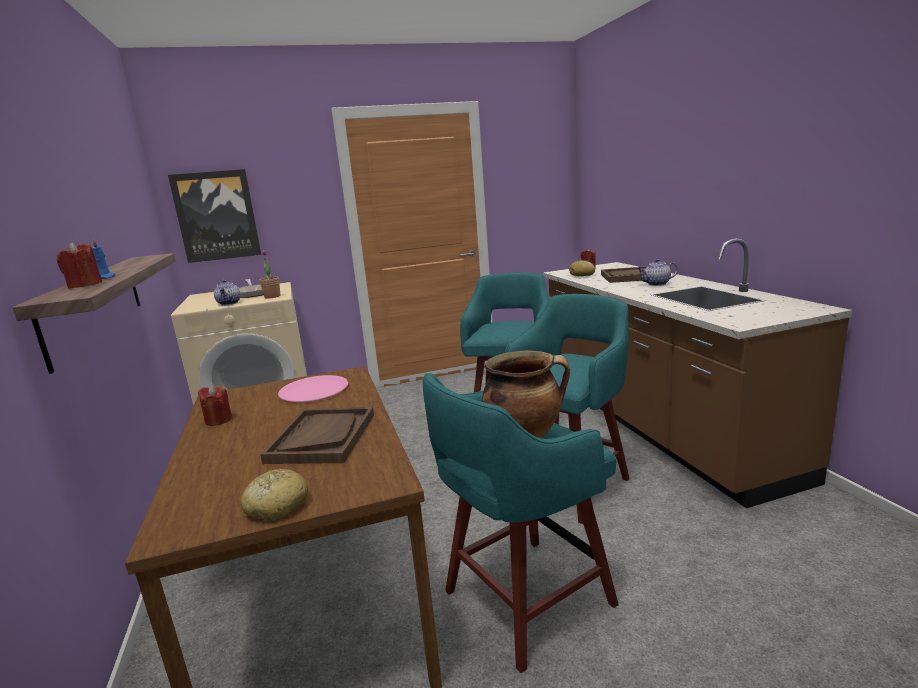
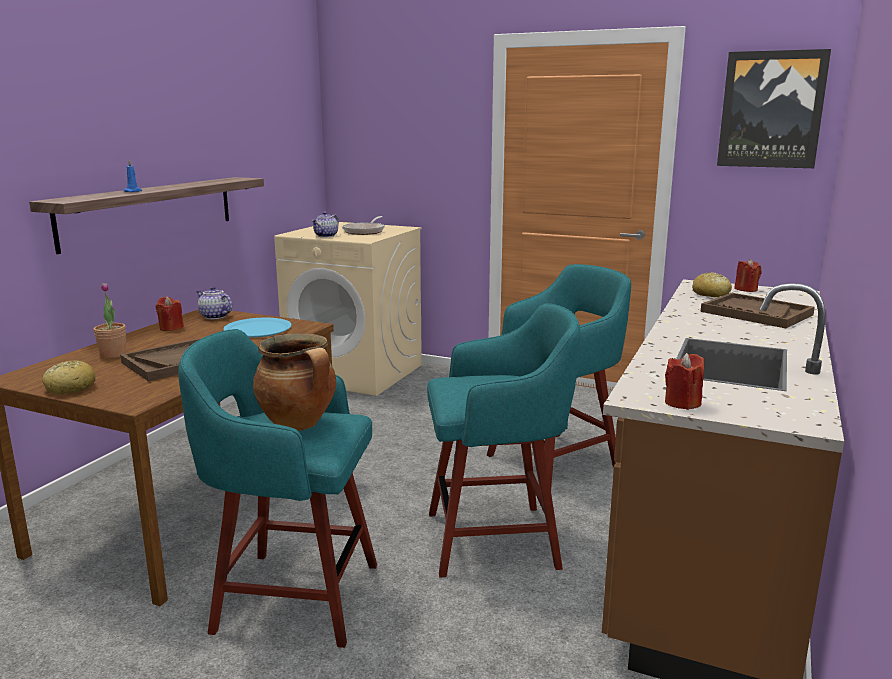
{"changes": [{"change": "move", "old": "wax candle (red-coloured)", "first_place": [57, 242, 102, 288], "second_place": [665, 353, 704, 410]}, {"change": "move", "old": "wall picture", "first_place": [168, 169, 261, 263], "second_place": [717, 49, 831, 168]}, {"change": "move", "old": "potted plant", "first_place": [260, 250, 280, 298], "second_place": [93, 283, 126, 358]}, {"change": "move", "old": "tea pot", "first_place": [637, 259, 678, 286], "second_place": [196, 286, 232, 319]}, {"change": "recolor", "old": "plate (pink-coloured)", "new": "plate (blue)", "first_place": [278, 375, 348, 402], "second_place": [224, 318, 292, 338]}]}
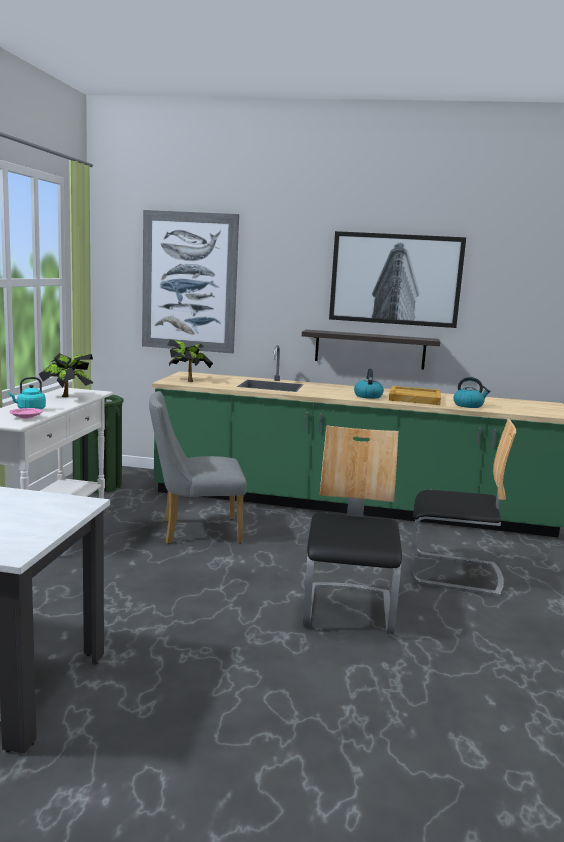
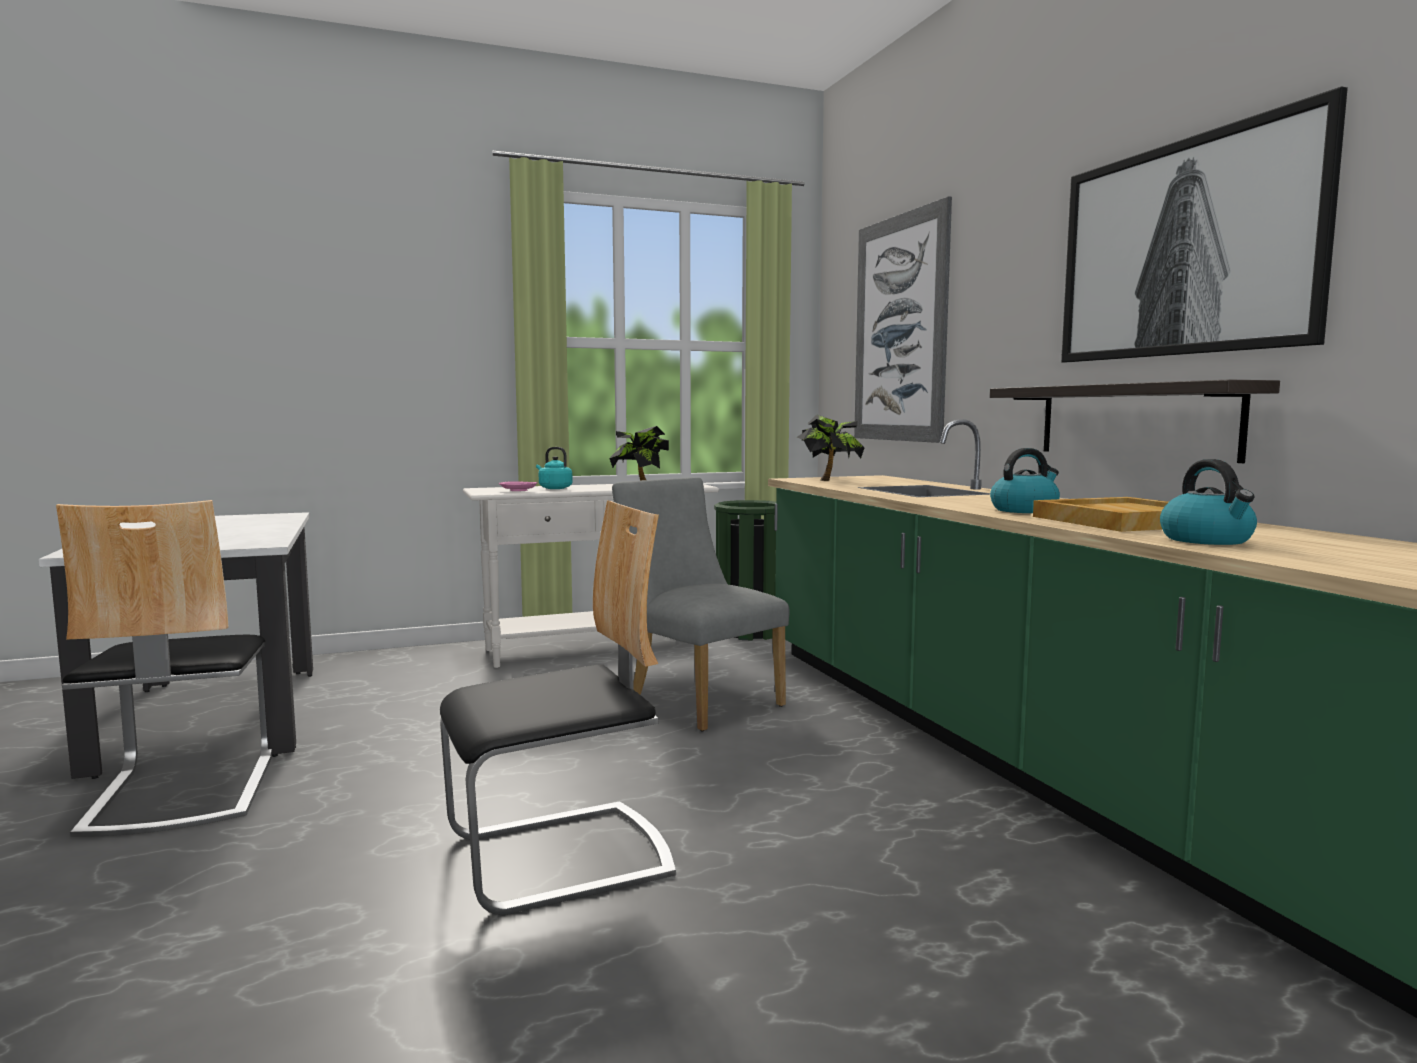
{"changes": [{"change": "move", "old": "plain chair", "first_place": [410, 419, 516, 596], "second_place": [56, 500, 272, 837]}]}
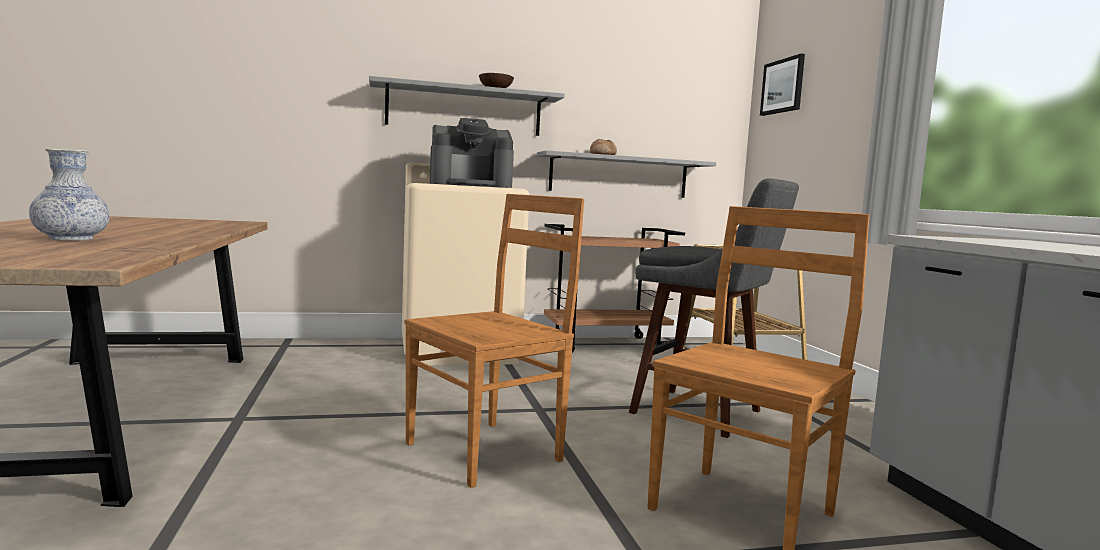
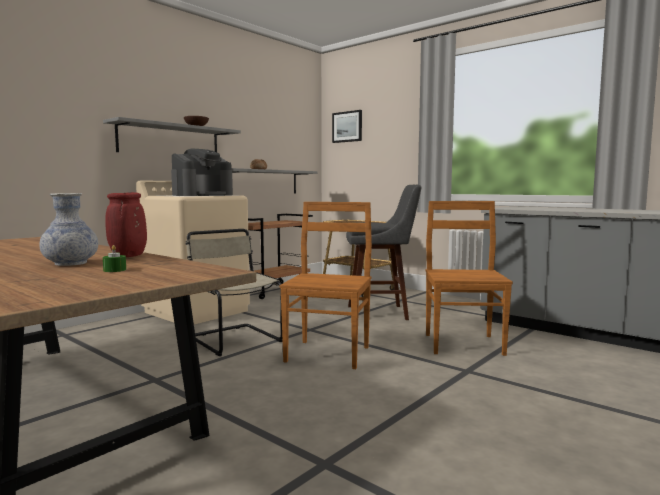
{"changes": [{"change": "insert", "new": "wax candle (green)", "second_place": [103, 245, 126, 272]}, {"change": "insert", "new": "vase (red-coloured)", "second_place": [105, 192, 147, 257]}, {"change": "insert", "new": "plain chair (sand-coloured)", "second_place": [185, 229, 283, 356]}]}
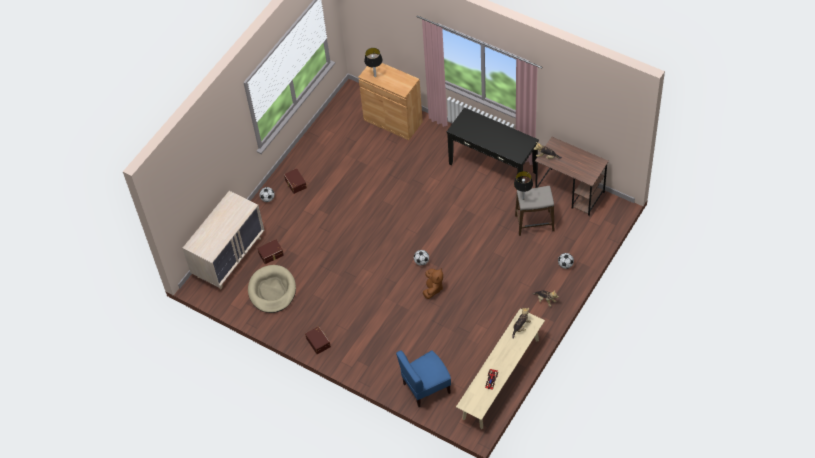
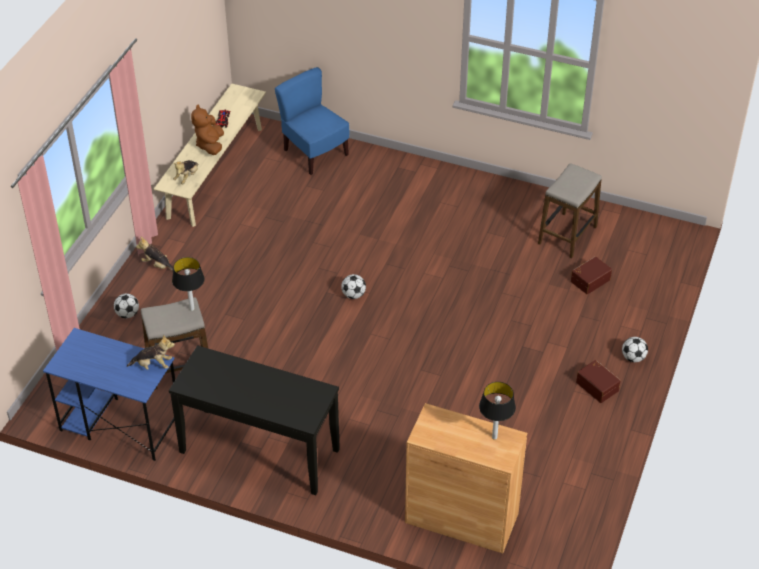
{"changes": [{"change": "delete", "old": "chest of drawers (sand-coloured)", "first_place": [182, 191, 264, 289]}, {"change": "delete", "old": "storage bin (brown)", "first_place": [305, 326, 331, 354]}, {"change": "move", "old": "cuddly toy (brown)", "first_place": [423, 268, 443, 299], "second_place": [191, 105, 224, 155]}, {"change": "replace", "old": "dog cushion (sand-coloured)", "new": "stool seat", "first_place": [248, 265, 296, 313], "second_place": [538, 163, 602, 258]}, {"change": "recolor", "old": "desk (brown)", "new": "desk (blue)", "first_place": [535, 137, 609, 216], "second_place": [43, 328, 175, 461]}, {"change": "rotate", "old": "plain chair (blue)", "first_place": [396, 350, 451, 407], "second_place": [275, 67, 349, 175], "degrees": -90}]}
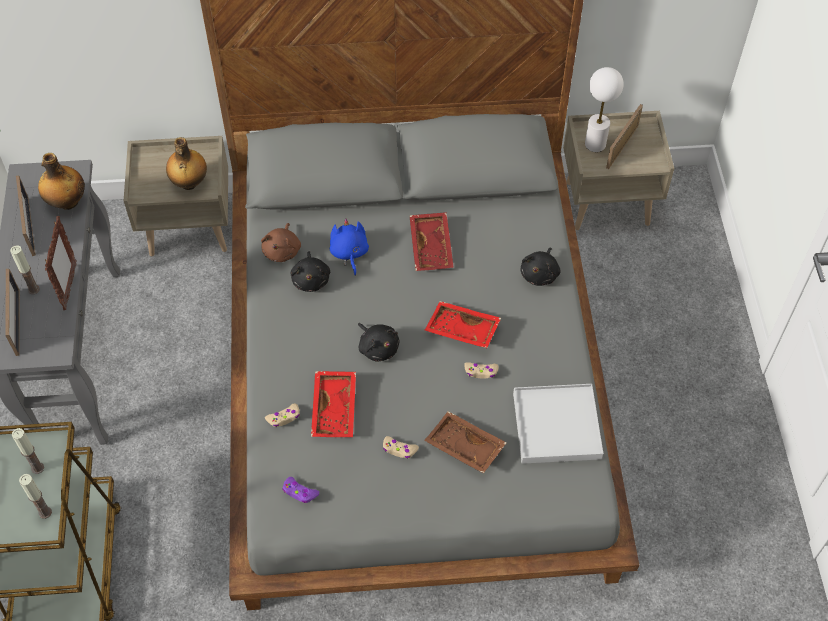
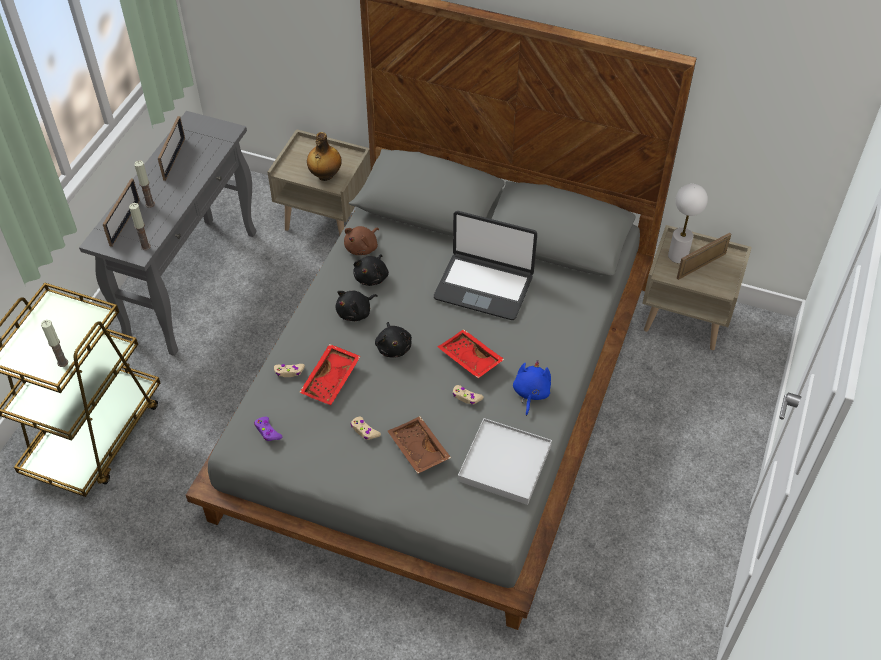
{"changes": [{"change": "delete", "old": "beverage bottle", "first_place": [38, 153, 85, 210]}, {"change": "delete", "old": "picture frame", "first_place": [45, 216, 77, 310]}, {"change": "move", "old": "wax candle", "first_place": [12, 428, 44, 474], "second_place": [129, 203, 151, 250]}, {"change": "move", "old": "cuddly toy (blue)", "first_place": [330, 218, 369, 276], "second_place": [513, 360, 551, 416]}, {"change": "move", "old": "cuddly toy (blackish)", "first_place": [520, 247, 561, 286], "second_place": [335, 291, 378, 321]}, {"change": "replace", "old": "tray (red-coloured)", "new": "laptop", "first_place": [409, 212, 454, 271], "second_place": [434, 211, 537, 320]}]}
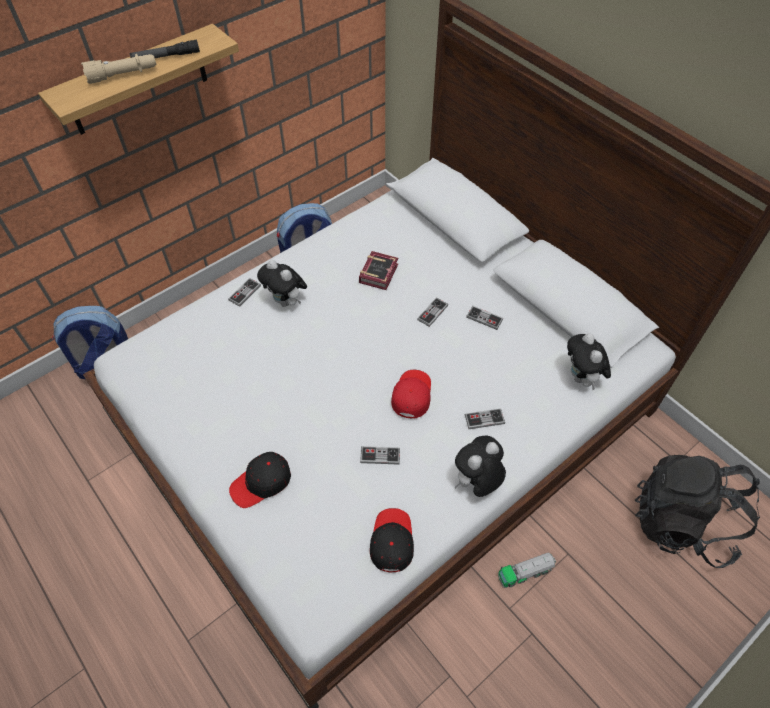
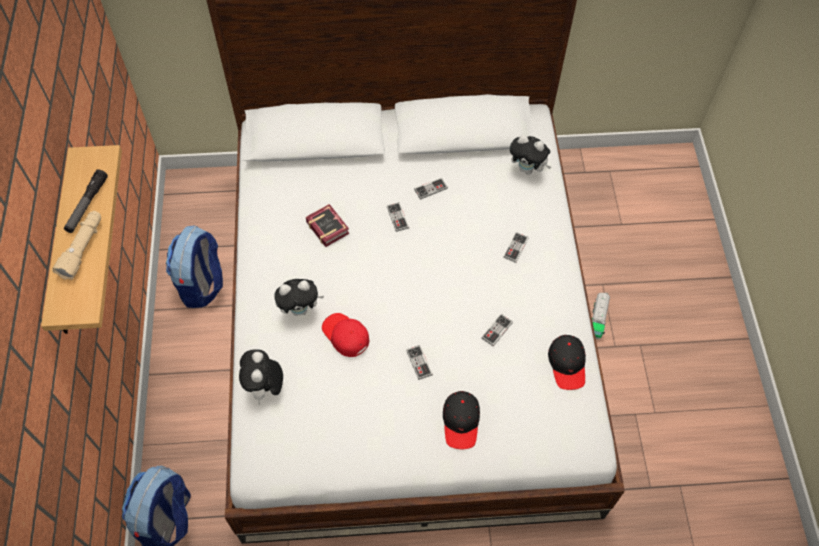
{"changes": [{"change": "delete", "old": "backpack (blackish)", "first_place": [635, 455, 760, 568]}, {"change": "move", "old": "gamepad", "first_place": [228, 278, 261, 307], "second_place": [406, 345, 433, 380]}, {"change": "move", "old": "cap (red-coloured)", "first_place": [391, 370, 431, 418], "second_place": [322, 313, 369, 357]}, {"change": "move", "old": "cuddly toy", "first_place": [455, 436, 506, 497], "second_place": [239, 349, 283, 405]}, {"change": "rotate", "old": "cap (blackish)", "first_place": [370, 508, 414, 572], "second_place": [548, 335, 586, 390], "degrees": -135}]}
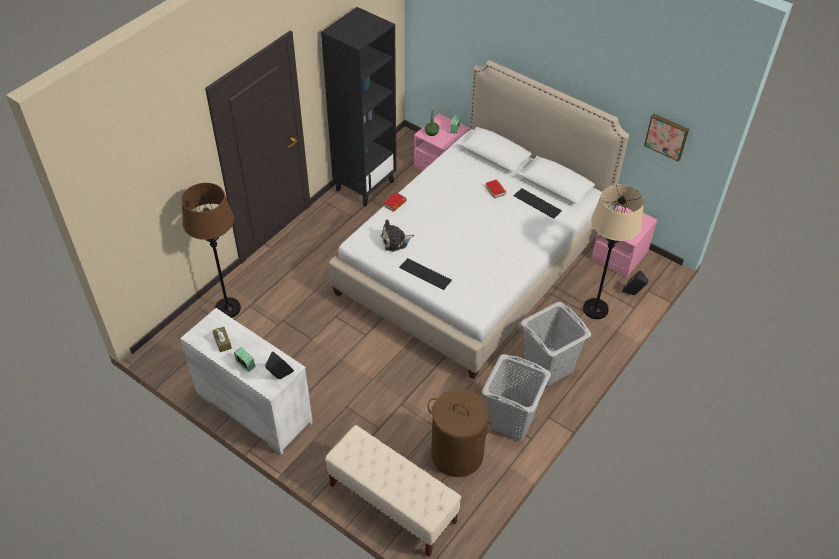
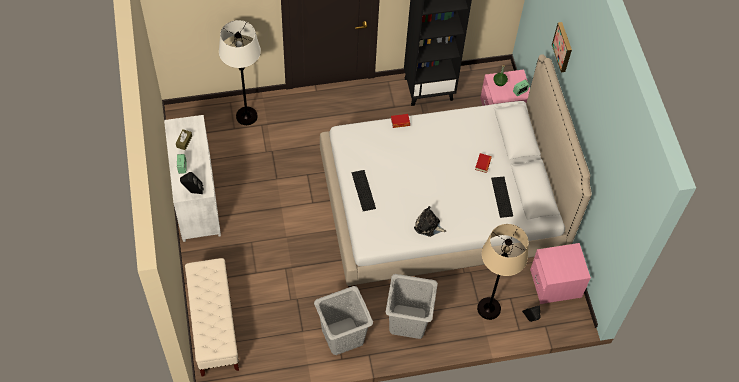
{"changes": [{"change": "delete", "old": "laundry basket (brown)", "first_place": [428, 389, 493, 477]}, {"change": "move", "old": "cuddly toy", "first_place": [381, 219, 414, 252], "second_place": [414, 206, 446, 237]}, {"change": "move", "old": "wall picture", "first_place": [644, 114, 689, 161], "second_place": [552, 22, 572, 72]}, {"change": "recolor", "old": "standing lamp (brown)", "new": "standing lamp (whitish)", "first_place": [181, 183, 241, 318], "second_place": [219, 20, 261, 125]}]}
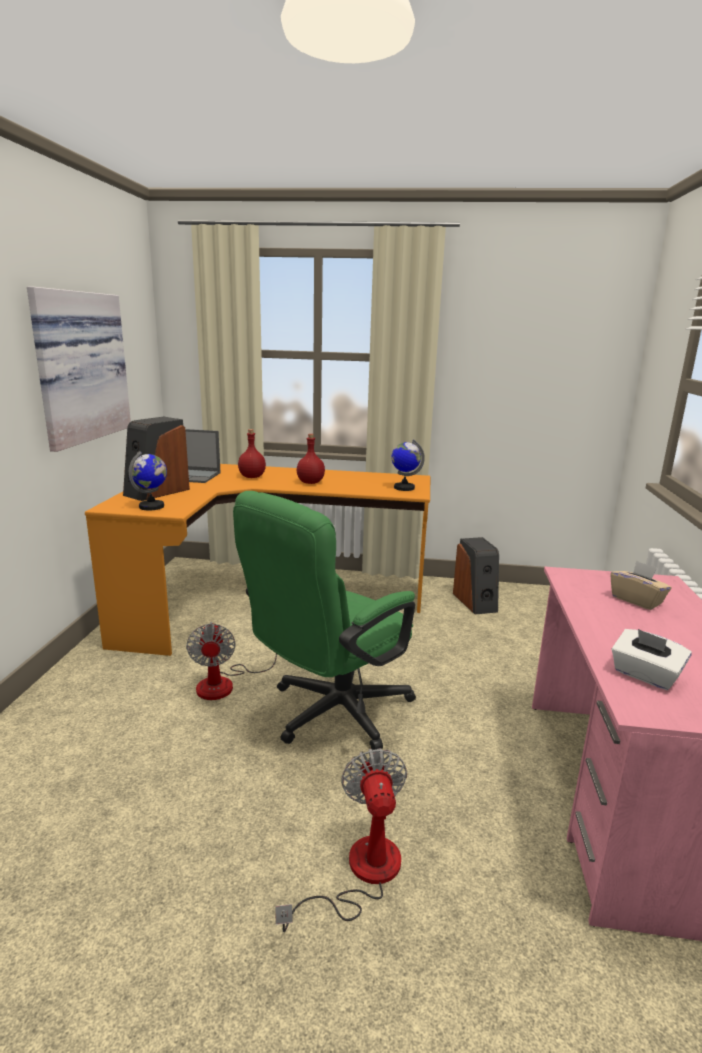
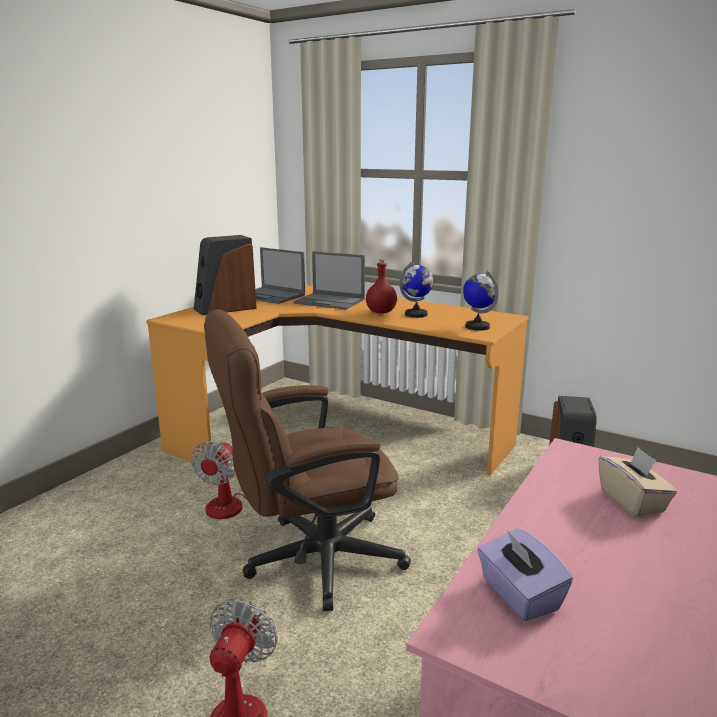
{"changes": [{"change": "delete", "old": "wall picture", "first_place": [27, 286, 131, 452]}, {"change": "move", "old": "globe", "first_place": [128, 451, 167, 510], "second_place": [399, 262, 434, 318]}, {"change": "replace", "old": "beverage bottle (red-coloured)", "new": "laptop", "first_place": [238, 429, 266, 478], "second_place": [293, 252, 365, 310]}, {"change": "recolor", "old": "office chair (green)", "new": "office chair (brown)", "first_place": [233, 491, 416, 750], "second_place": [204, 309, 411, 611]}, {"change": "recolor", "old": "box of tissues (whitish)", "new": "box of tissues (purple)", "first_place": [612, 629, 692, 690], "second_place": [477, 528, 573, 621]}]}
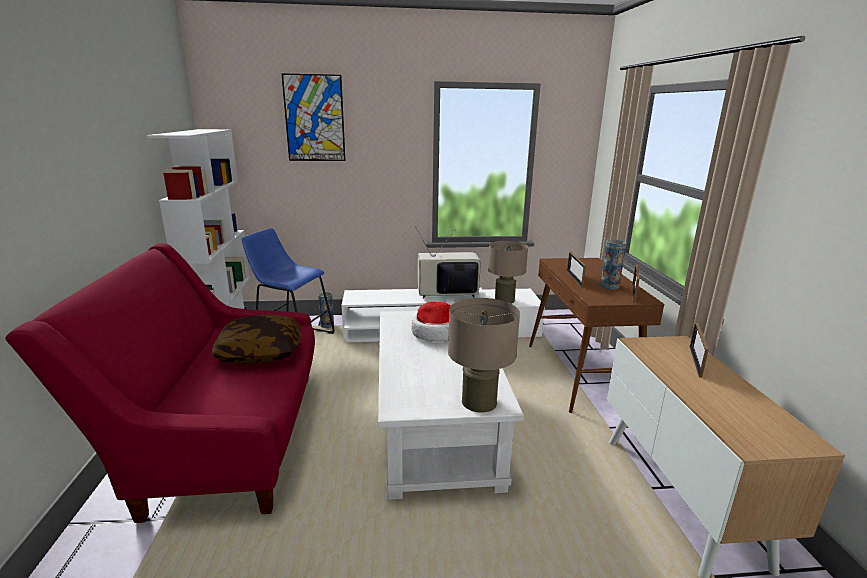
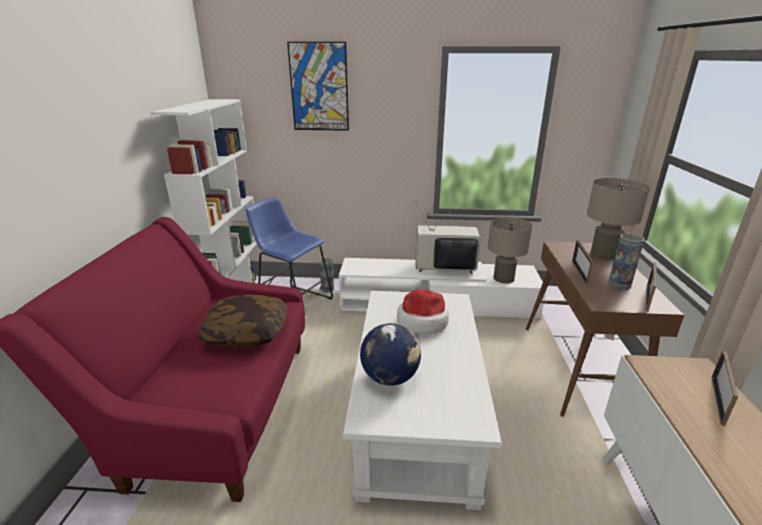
{"changes": [{"change": "insert", "new": "globe", "second_place": [360, 323, 421, 386]}, {"change": "move", "old": "lamp for a table (sand-coloured)", "first_place": [448, 298, 520, 413], "second_place": [587, 178, 650, 260]}]}
